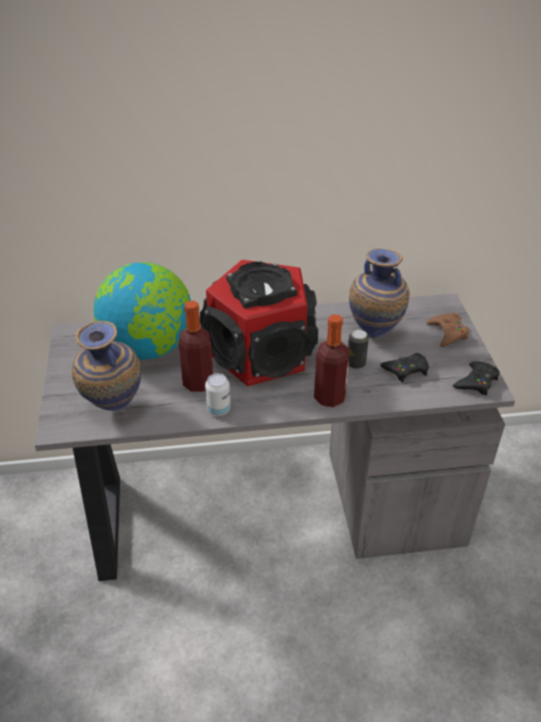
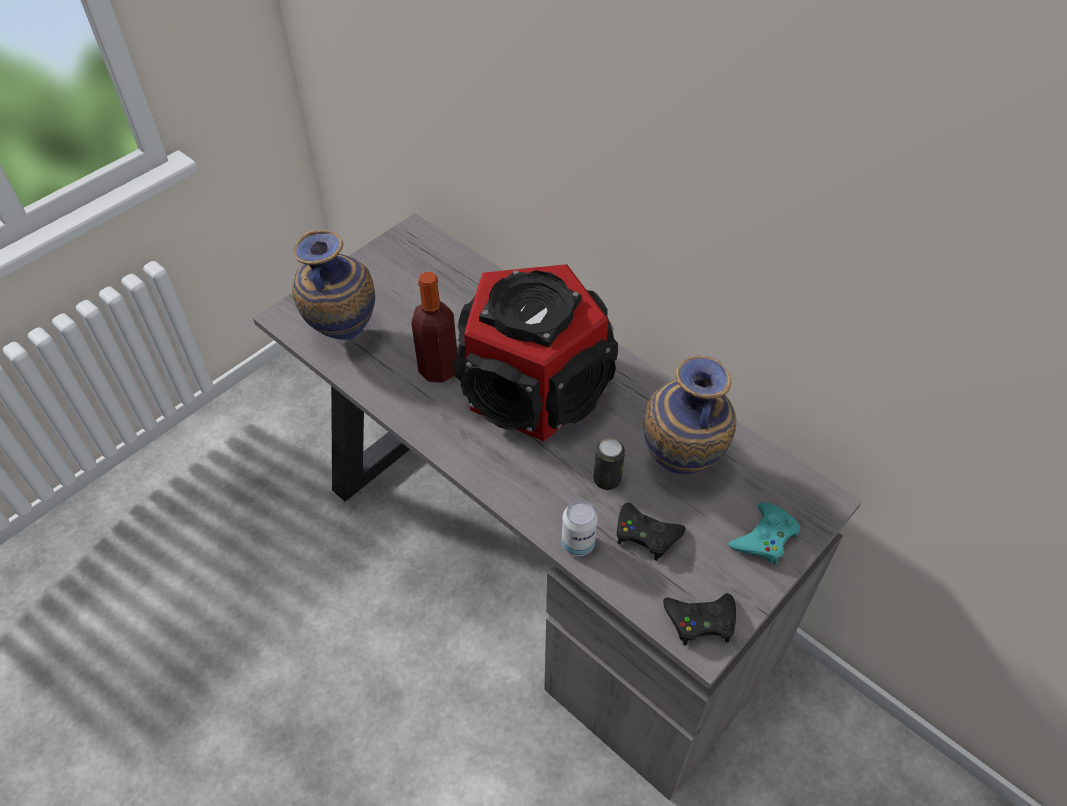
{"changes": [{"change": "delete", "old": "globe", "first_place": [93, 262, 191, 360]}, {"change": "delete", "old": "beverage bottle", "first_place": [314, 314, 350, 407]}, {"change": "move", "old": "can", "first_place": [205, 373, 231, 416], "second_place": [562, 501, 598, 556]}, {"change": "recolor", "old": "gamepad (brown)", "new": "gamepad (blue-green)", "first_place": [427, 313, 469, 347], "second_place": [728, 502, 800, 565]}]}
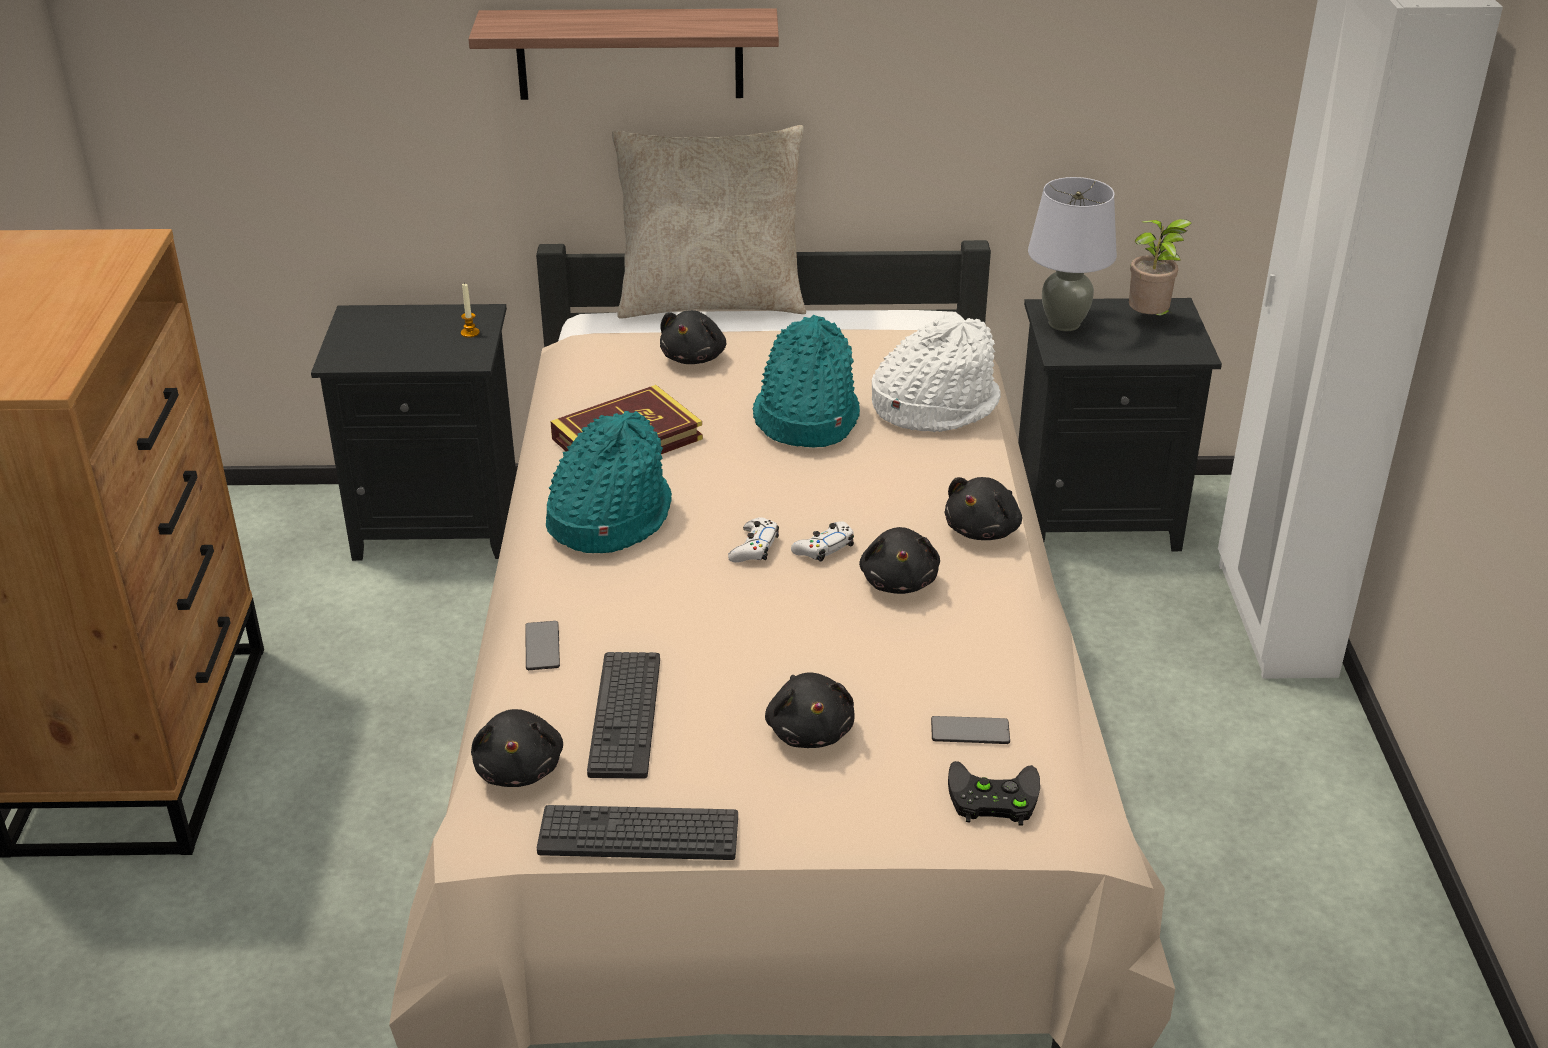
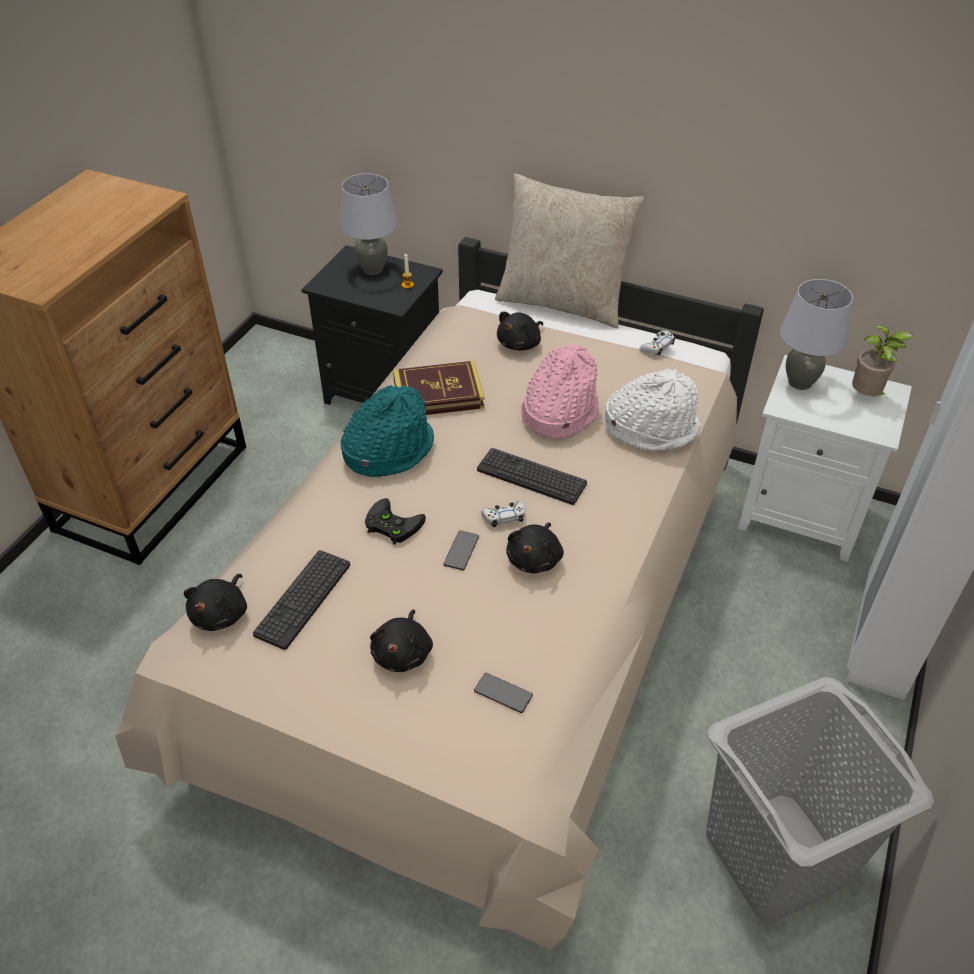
{"changes": [{"change": "delete", "old": "shelf", "first_place": [468, 8, 779, 100]}, {"change": "delete", "old": "cuddly toy (blackish)", "first_place": [944, 477, 1022, 540]}, {"change": "insert", "new": "lamp for a table (greyish)", "second_place": [340, 173, 397, 275]}, {"change": "insert", "new": "laundry basket (greyish)", "second_place": [706, 677, 934, 923]}, {"change": "move", "old": "phone", "first_place": [525, 621, 560, 670], "second_place": [443, 530, 479, 570]}, {"change": "move", "old": "keyboard", "first_place": [537, 805, 738, 860], "second_place": [477, 448, 587, 505]}, {"change": "move", "old": "gamepad (whitish)", "first_place": [728, 517, 779, 563], "second_place": [640, 331, 675, 356]}, {"change": "move", "old": "gamepad (blackish)", "first_place": [948, 761, 1040, 826], "second_place": [365, 498, 426, 545]}, {"change": "recolor", "old": "wearable hat (blue-green)", "new": "wearable hat (pink-coloured)", "first_place": [753, 315, 860, 447], "second_place": [521, 344, 599, 439]}, {"change": "recolor", "old": "bedside table (blackish)", "new": "bedside table (whitish)", "first_place": [1018, 298, 1222, 551], "second_place": [738, 355, 912, 562]}]}
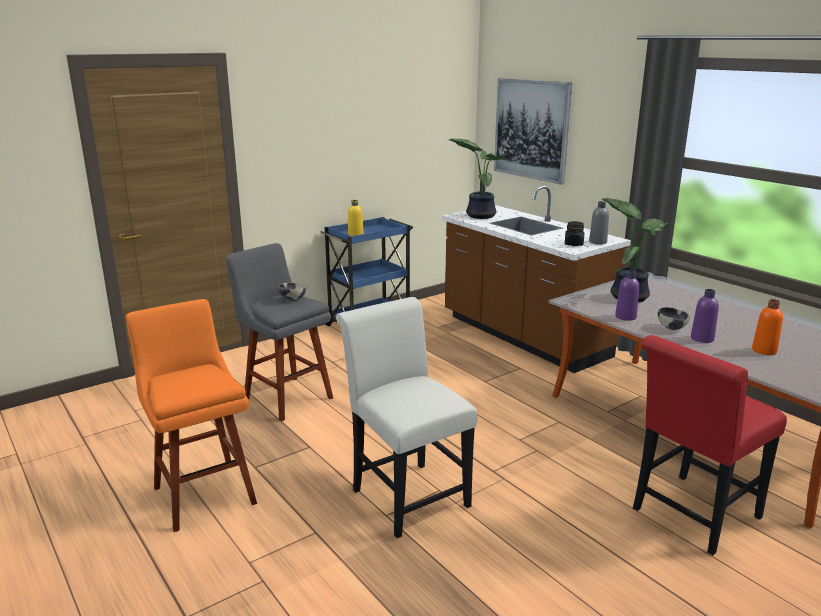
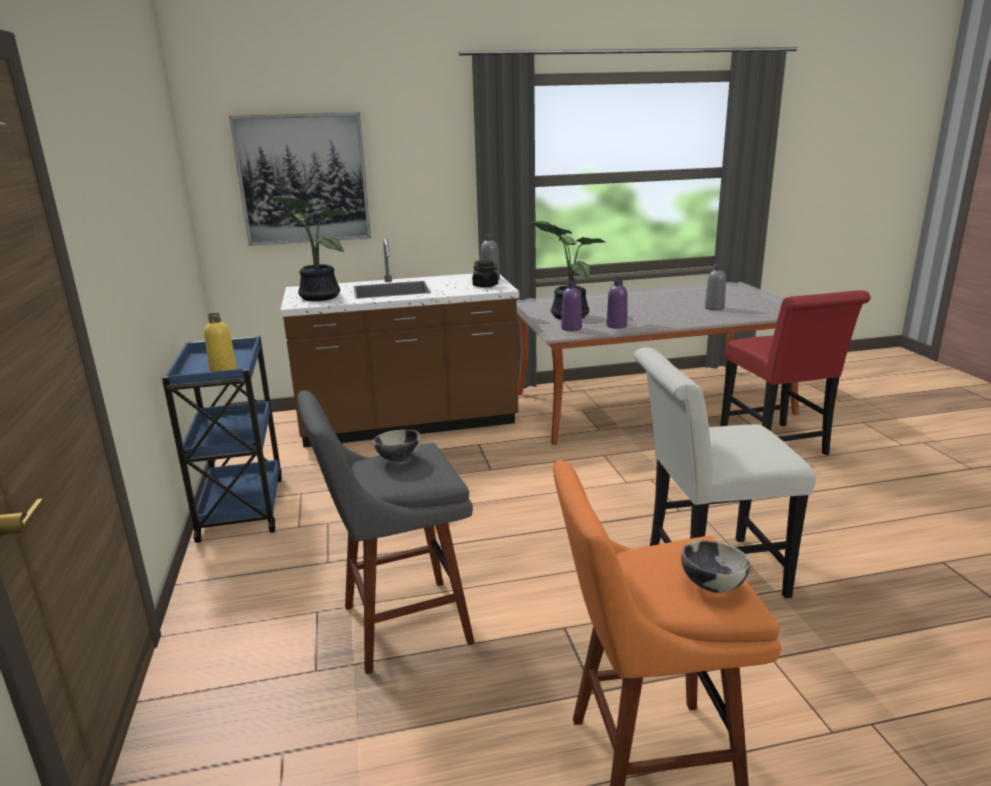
{"changes": [{"change": "move", "old": "serving bowl", "first_place": [658, 307, 691, 330], "second_place": [681, 540, 750, 593]}, {"change": "move", "old": "beverage bottle (purple)", "first_place": [691, 289, 719, 343], "second_place": [561, 281, 582, 331]}, {"change": "recolor", "old": "beverage bottle (orange)", "new": "beverage bottle (greyish)", "first_place": [752, 299, 783, 355], "second_place": [705, 264, 726, 310]}]}
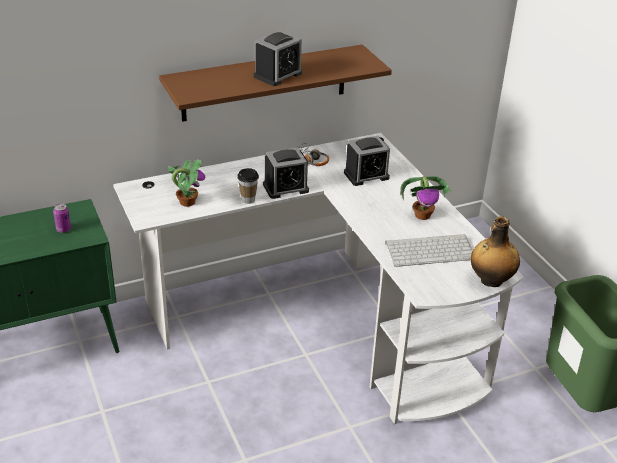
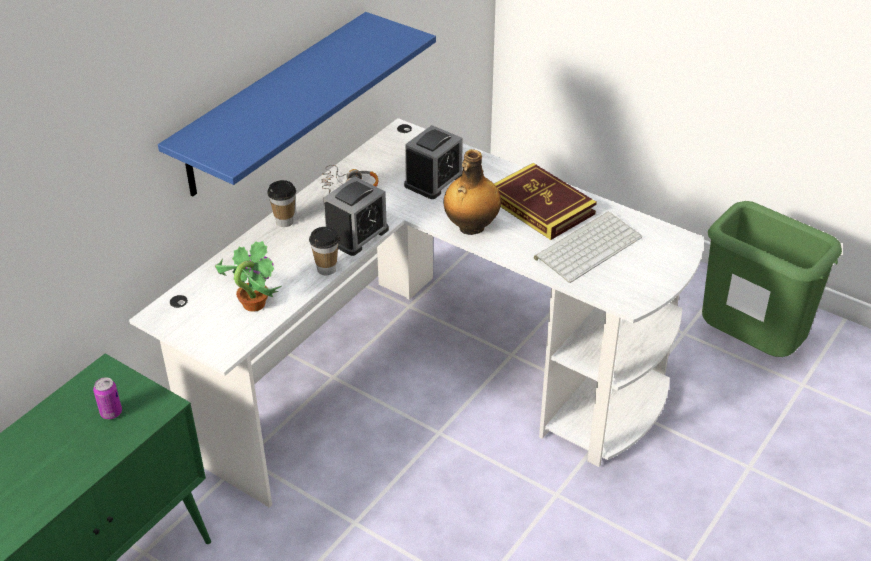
{"changes": [{"change": "delete", "old": "alarm clock", "first_place": [254, 31, 302, 86]}, {"change": "insert", "new": "cup", "second_place": [267, 180, 296, 227]}, {"change": "move", "old": "beverage bottle", "first_place": [471, 216, 520, 287], "second_place": [444, 149, 501, 235]}, {"change": "replace", "old": "potted plant", "new": "book", "first_place": [400, 176, 452, 220], "second_place": [494, 163, 597, 240]}, {"change": "recolor", "old": "shelf (brown)", "new": "shelf (blue)", "first_place": [159, 45, 392, 122], "second_place": [158, 12, 436, 197]}]}
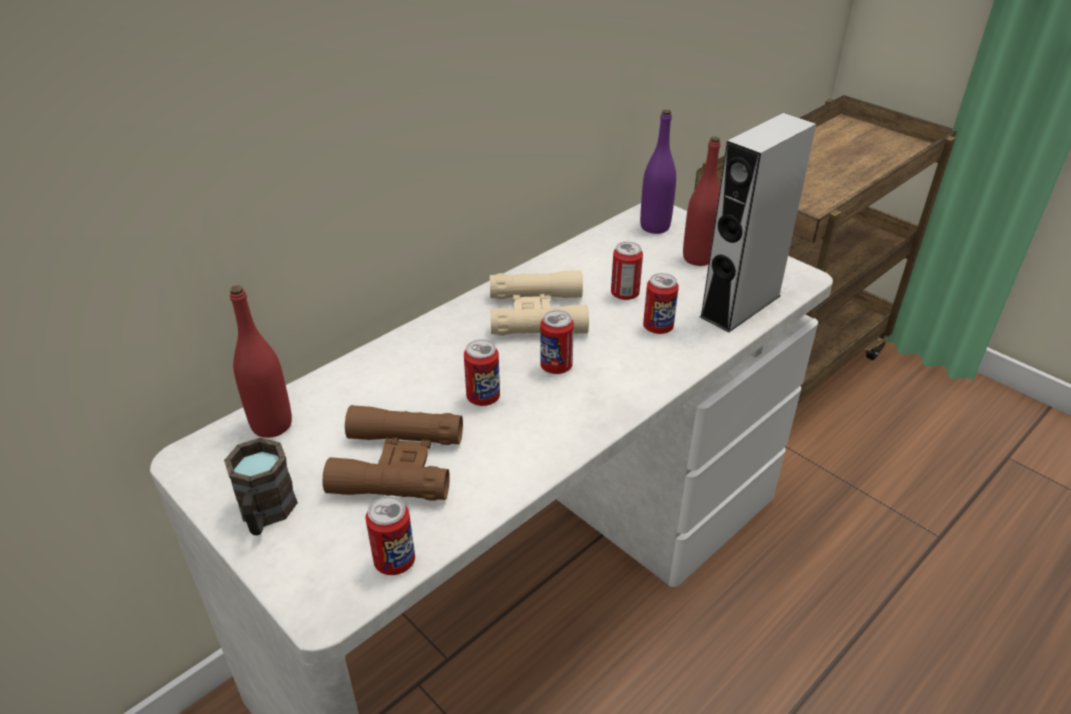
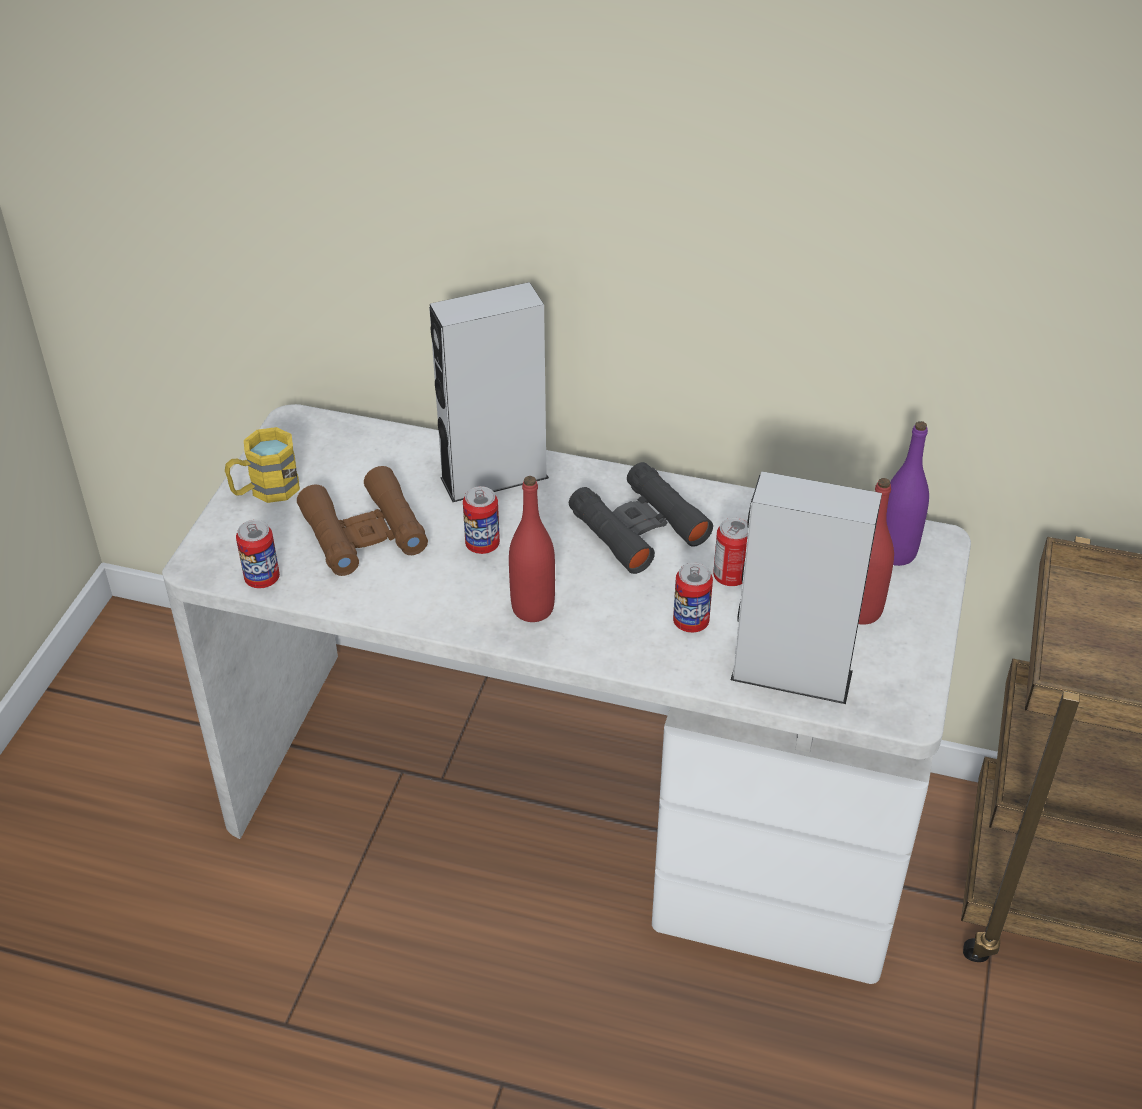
{"changes": [{"change": "delete", "old": "can", "first_place": [540, 310, 574, 374]}, {"change": "insert", "new": "speaker (greyish)", "second_place": [429, 282, 549, 502]}, {"change": "move", "old": "beverage bottle (red-coloured)", "first_place": [230, 285, 292, 438], "second_place": [509, 476, 555, 622]}, {"change": "recolor", "old": "mug (brown)", "new": "mug (yellow)", "first_place": [224, 437, 298, 535], "second_place": [225, 427, 300, 503]}, {"change": "recolor", "old": "binoculars (sand-coloured)", "new": "binoculars (blackish)", "first_place": [490, 270, 589, 336], "second_place": [569, 462, 713, 574]}]}
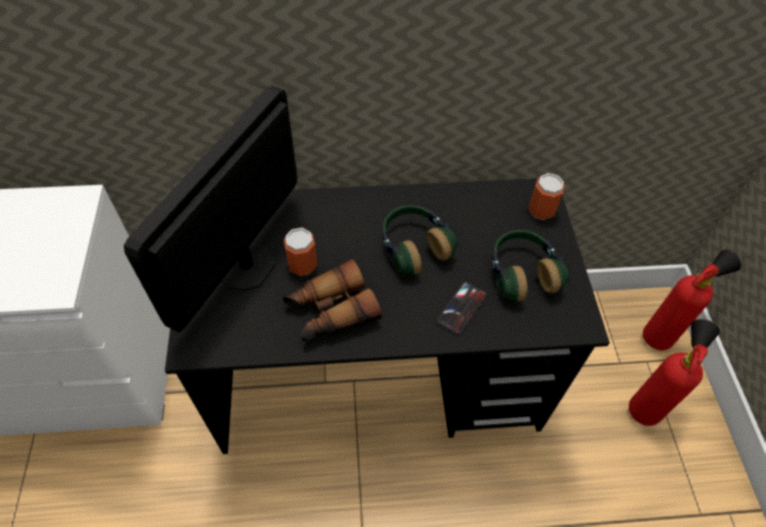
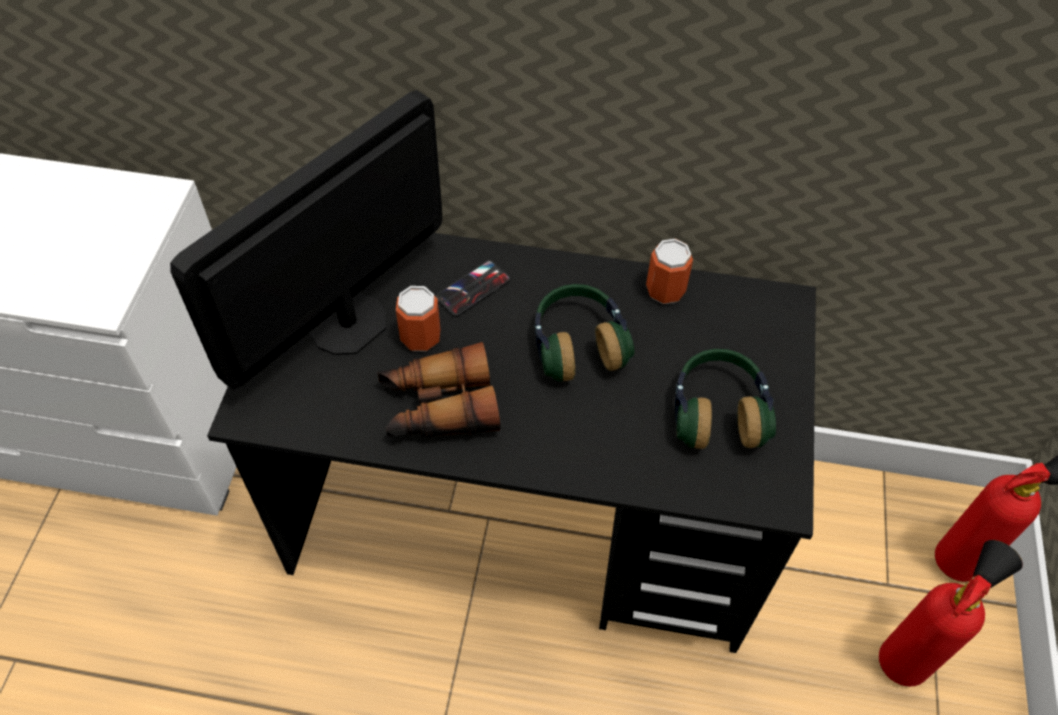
{"changes": [{"change": "move", "old": "phone", "first_place": [437, 282, 487, 335], "second_place": [435, 260, 511, 317]}, {"change": "move", "old": "can", "first_place": [528, 173, 565, 220], "second_place": [646, 239, 693, 304]}]}
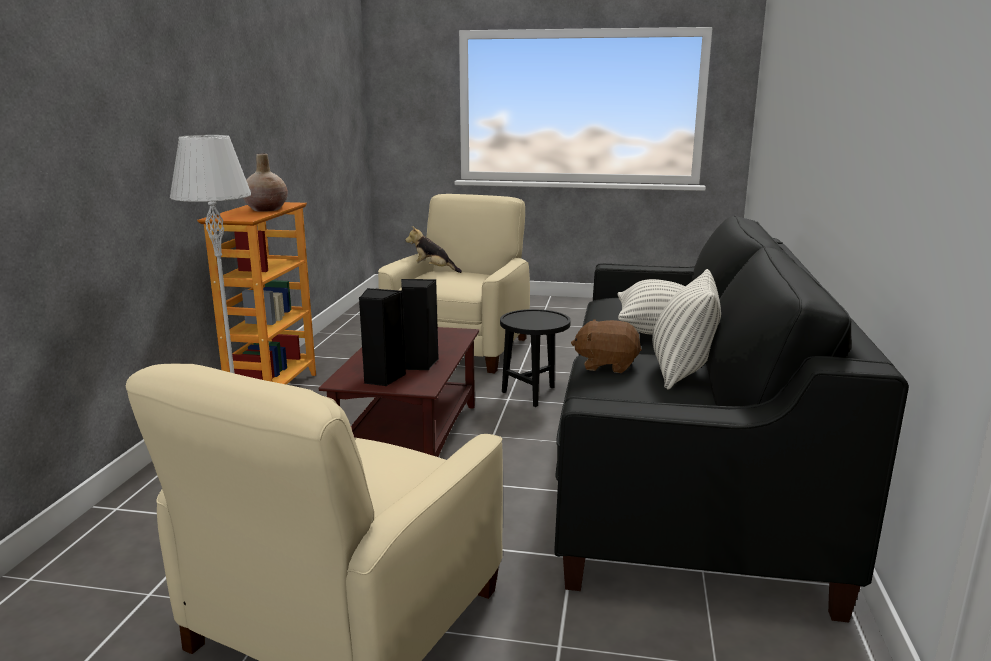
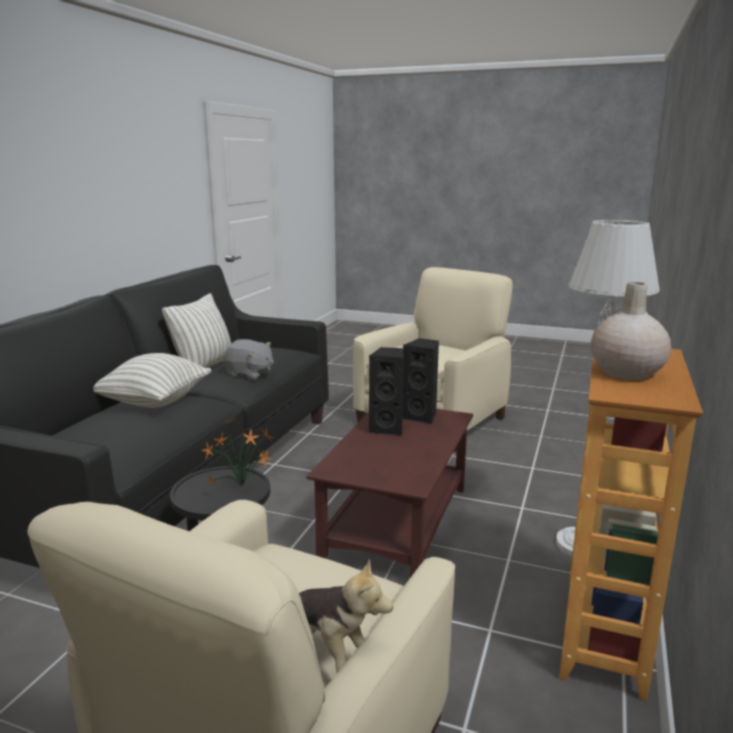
{"changes": [{"change": "insert", "new": "potted plant", "second_place": [202, 416, 274, 487]}, {"change": "recolor", "old": "cuddly toy (brown)", "new": "cuddly toy (greyish)", "first_place": [571, 319, 642, 373], "second_place": [224, 339, 274, 380]}]}
